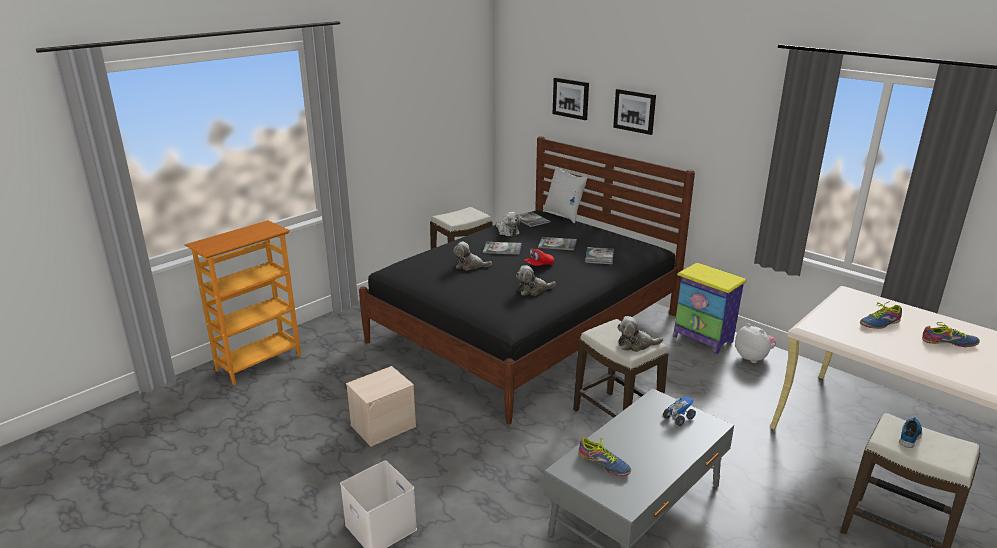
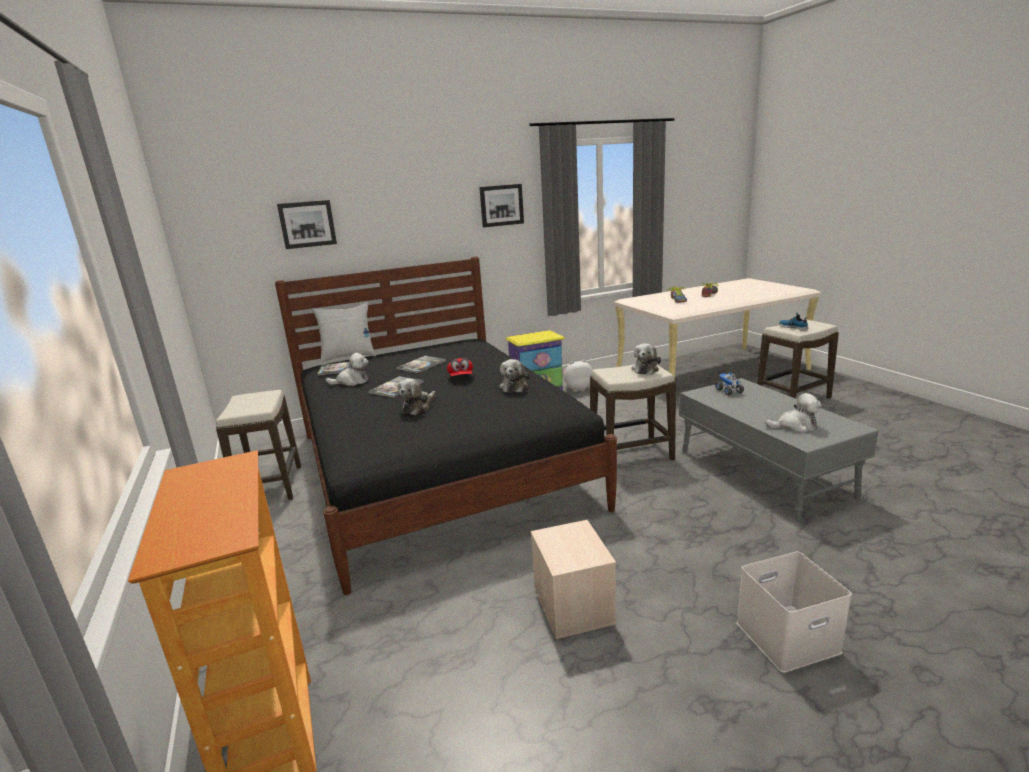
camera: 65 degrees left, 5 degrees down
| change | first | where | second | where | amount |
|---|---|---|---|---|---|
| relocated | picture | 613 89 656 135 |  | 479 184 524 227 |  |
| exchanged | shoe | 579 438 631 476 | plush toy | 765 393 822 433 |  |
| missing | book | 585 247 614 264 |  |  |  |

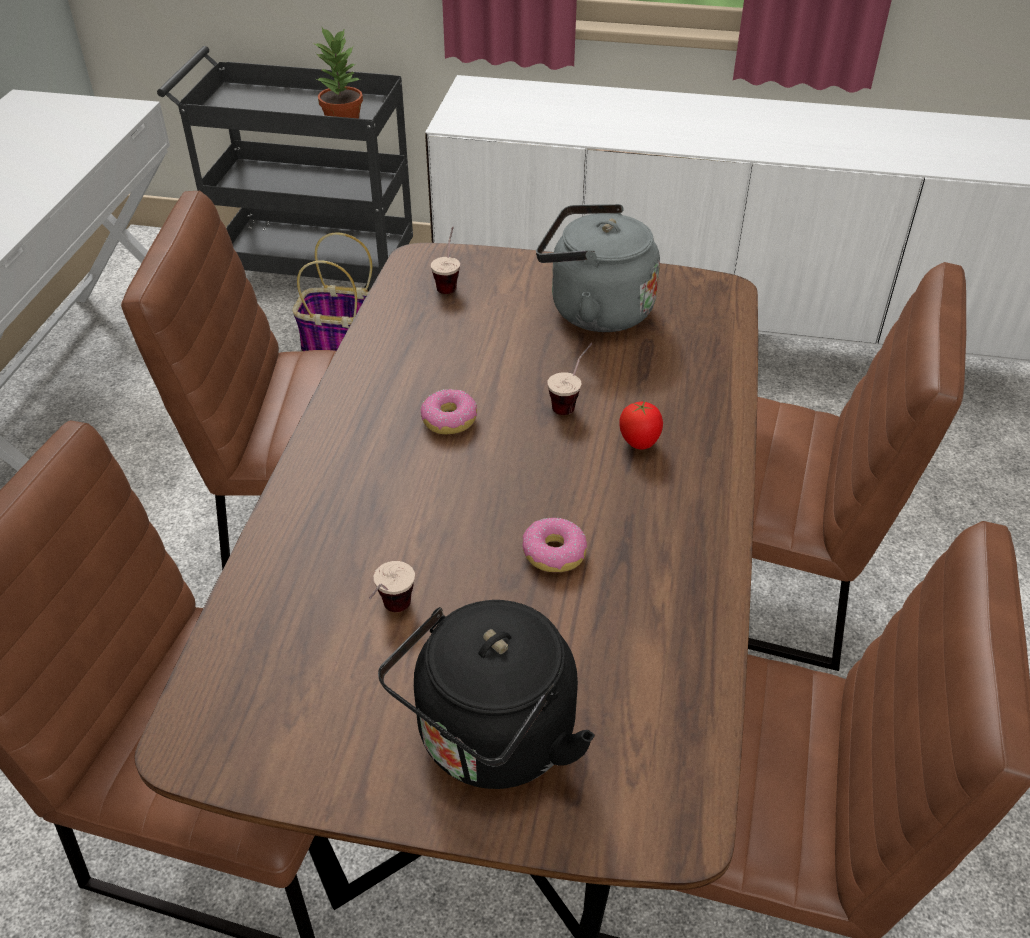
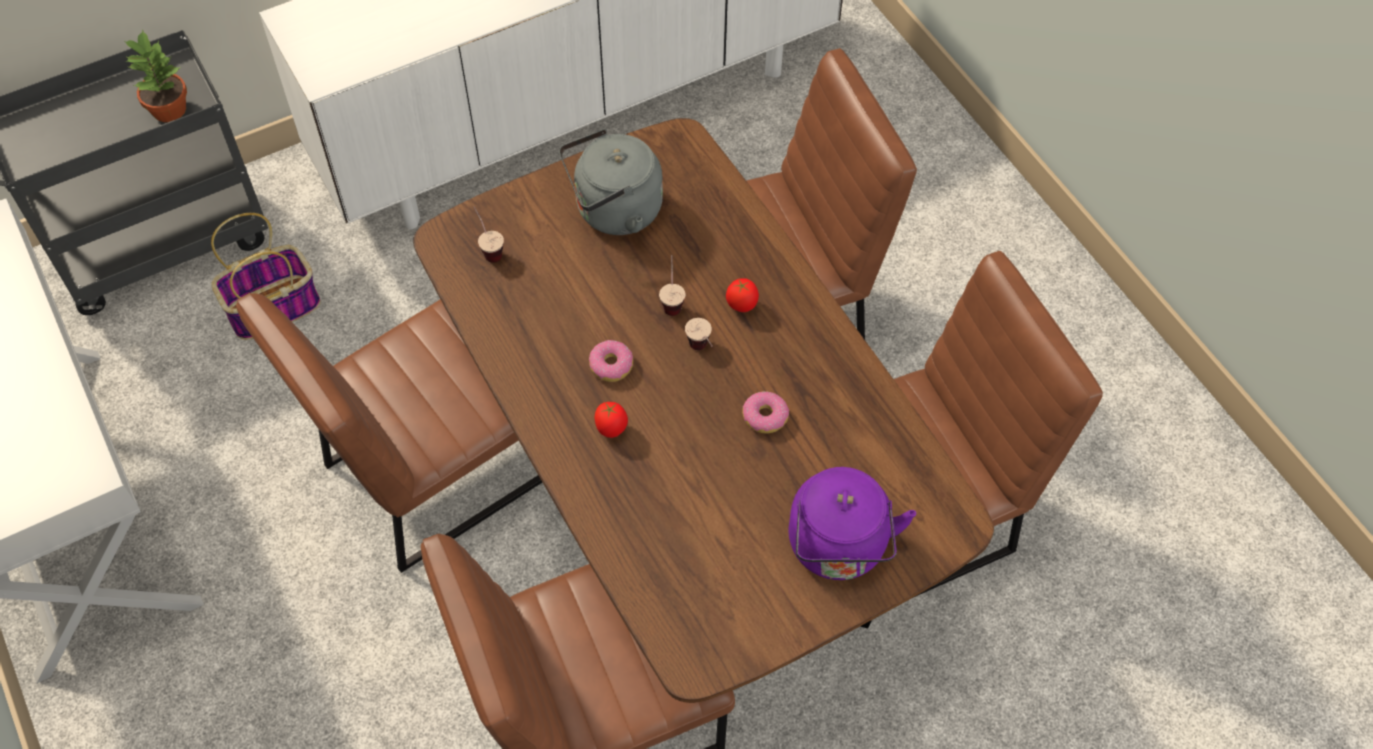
camera: 40 degrees left, 15 degrees up
| change | first | where | second | where | amount |
|---|---|---|---|---|---|
| appeared |  |  | tomato | 595 402 628 438 |  |
| relocated | cup | 369 561 415 612 |  | 685 318 713 350 |  |
| colour | black kettle | 378 600 595 789 | purple kettle | 789 467 916 580 |  |

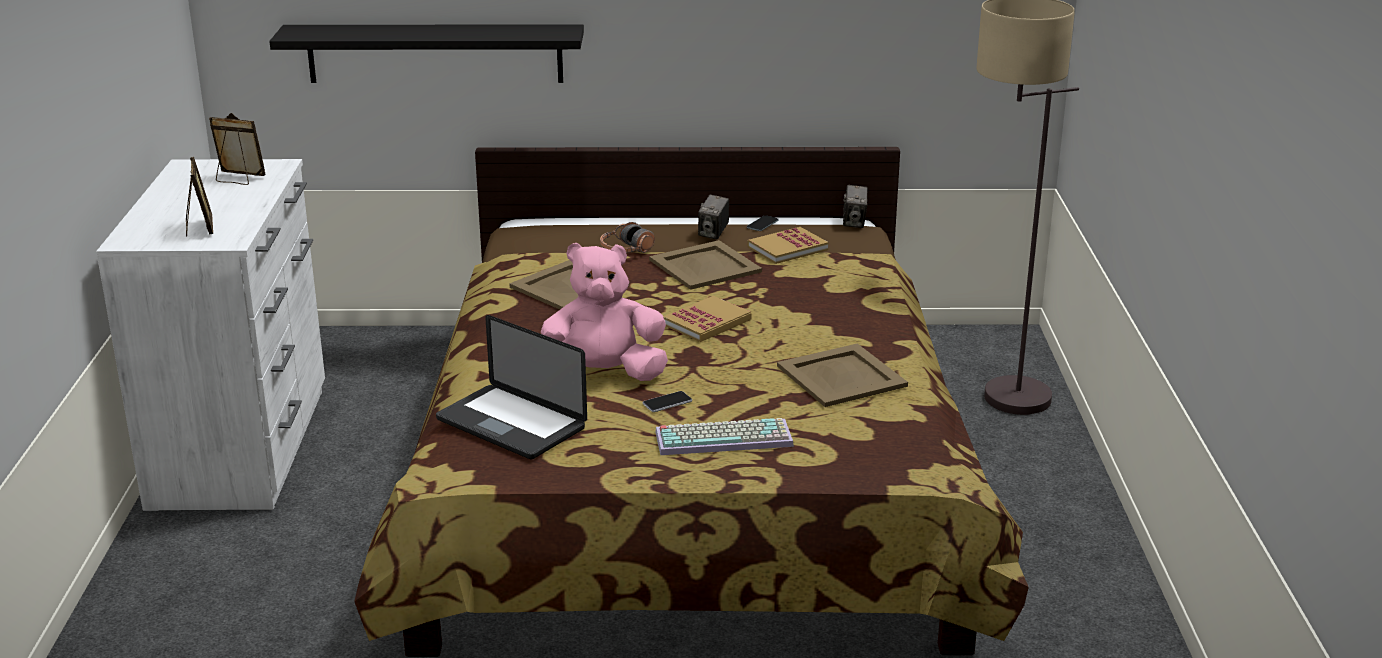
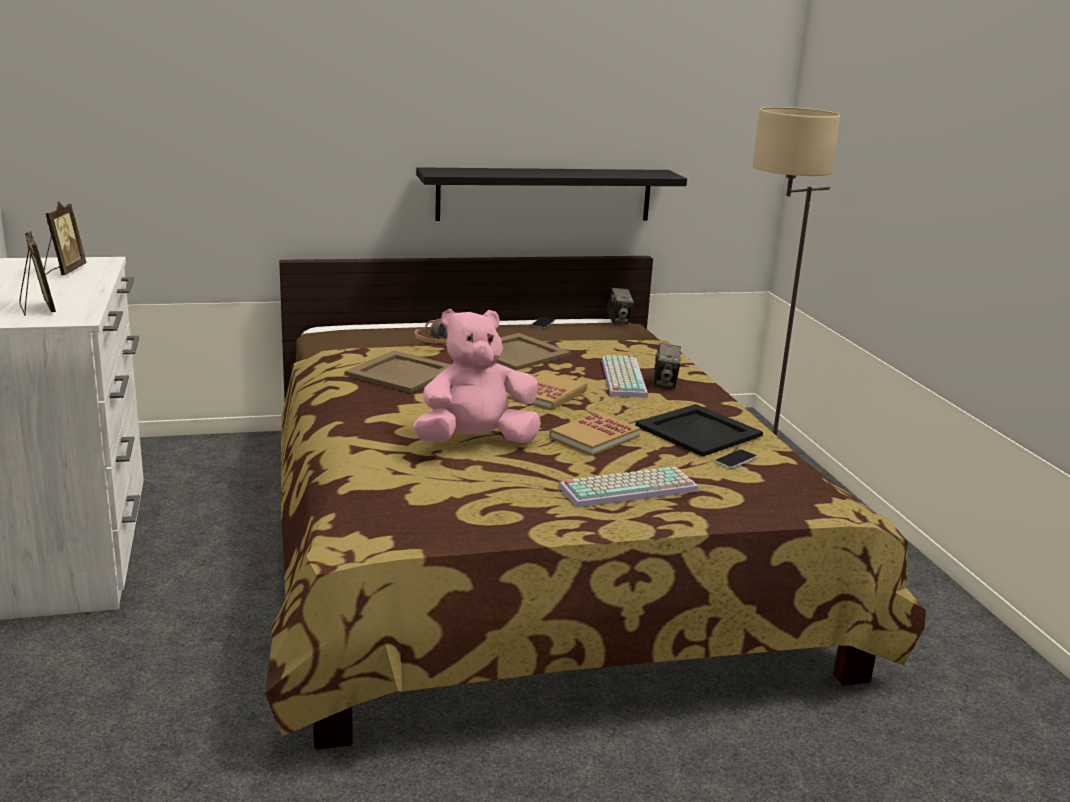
camera: 15 degrees left, 5 degrees down
| change | first | where | second | where | amount |
|---|---|---|---|---|---|
| spun | picture frame | 209 113 266 185 |  | 44 201 86 275 | 90 degrees clockwise |
| relocated | black shelf | 269 24 584 83 |  | 416 167 687 221 |  |
| relocated | book | 748 227 828 264 |  | 549 412 640 456 |  |
| appeared |  |  | keyboard | 602 355 648 398 |  |
| colour | beige tray | 777 343 908 407 | black tray | 635 404 763 457 |  |
| relocated | photo camera | 698 194 729 239 |  | 653 343 681 389 |  |
| relocated | phone | 643 391 692 412 |  | 715 449 757 469 |  |
| missing | laptop | 436 315 587 459 |  |  |  |

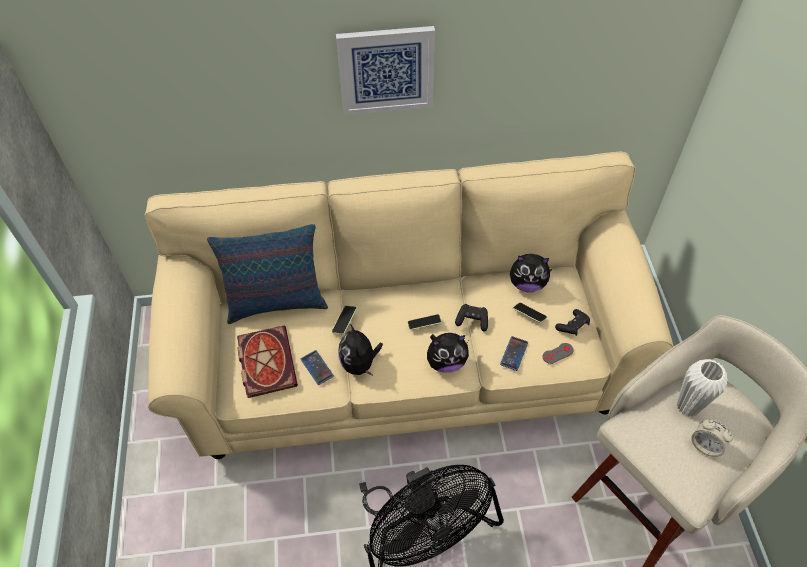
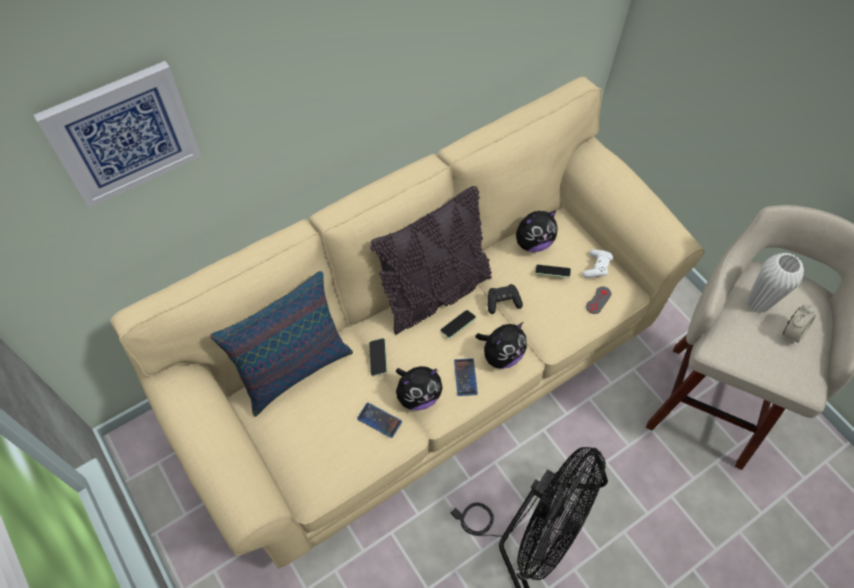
camera: 30 degrees left, 5 degrees up
| change | first | where | second | where | amount |
|---|---|---|---|---|---|
| relocated | picture | 336 26 435 115 |  | 34 61 201 208 |  |
| appeared |  |  | black pillow | 370 186 492 335 |  |
| spun | plush toy | 338 324 383 376 |  | 396 366 443 411 | 75 degrees counterclockwise |
| relocated | phone | 500 336 528 371 |  | 454 358 478 396 |  |
| colour | black game controller | 555 309 590 336 | white game controller | 582 249 613 278 |  |
| spun | alarm clock | 691 419 733 457 |  | 783 305 816 344 | 60 degrees counterclockwise |
| missing | book | 237 326 298 398 |  |  |  |

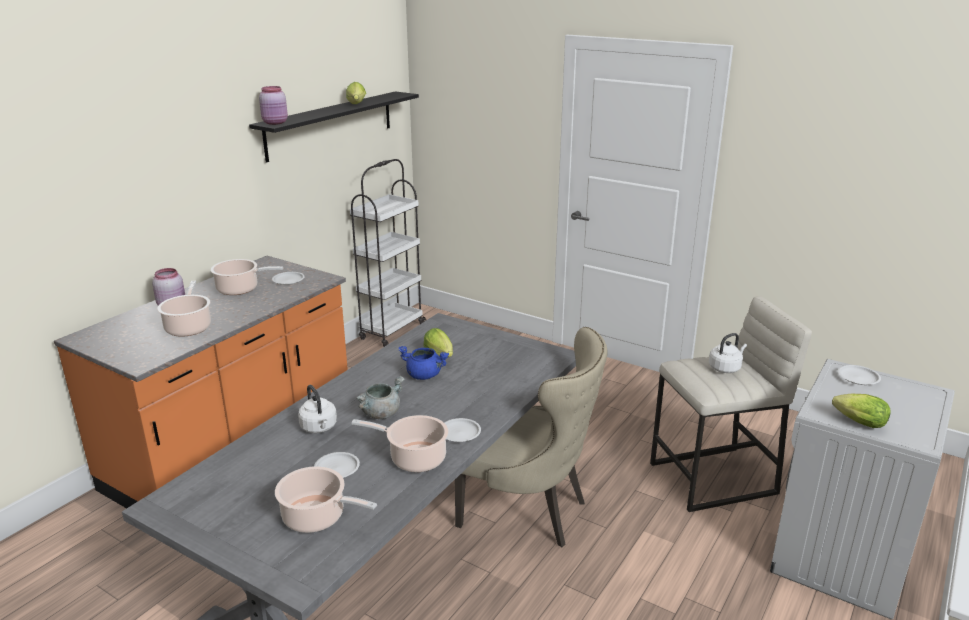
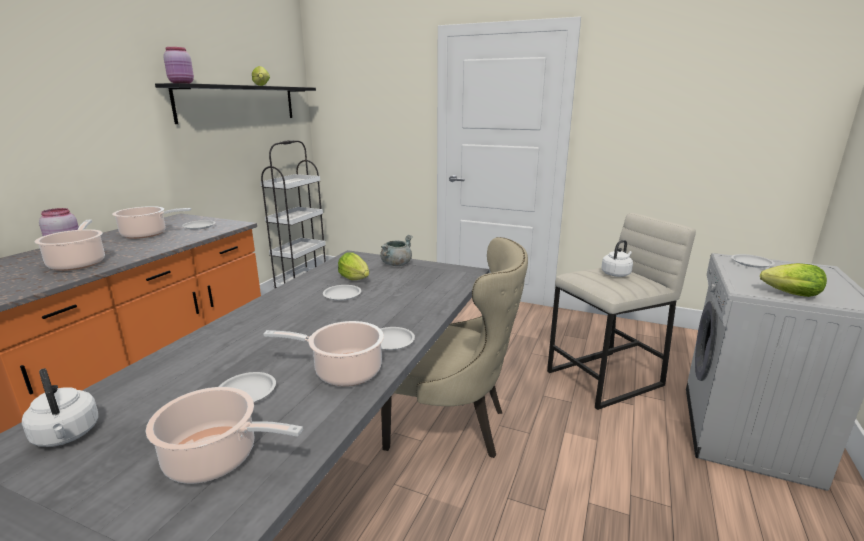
camera: 10 degrees left, 5 degrees down
| change | first | where | second | where | amount |
|---|---|---|---|---|---|
| relocated | white kettle | 298 385 337 433 |  | 22 368 99 447 |  |
| exchanged | blue cooking pot | 398 346 449 380 | white plate | 323 285 361 301 |  |
| relocated | grey cooking pot | 356 376 405 419 |  | 380 235 413 266 |  |

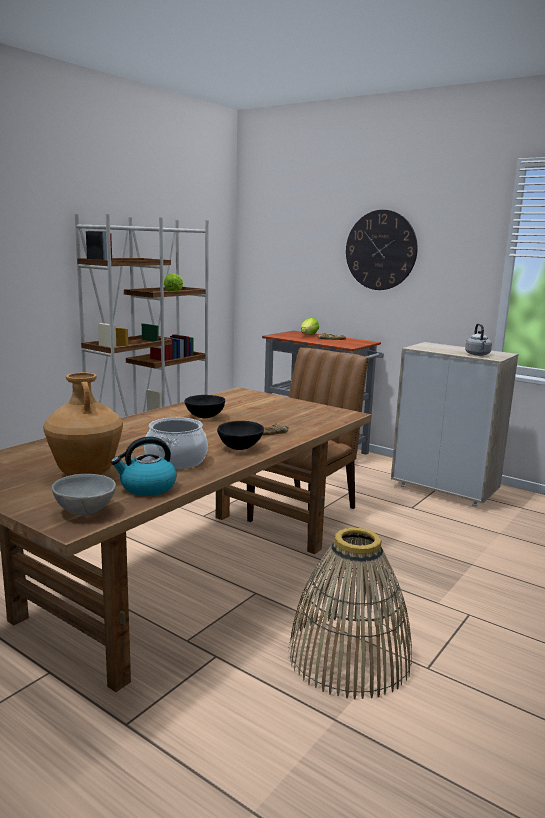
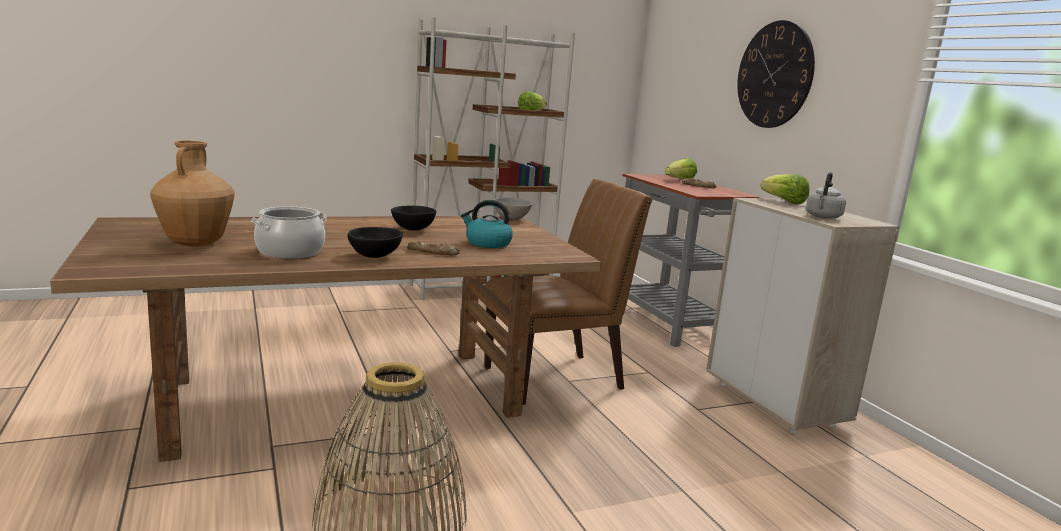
camera: 30 degrees right, 0 degrees up
| change | first | where | second | where | amount |
|---|---|---|---|---|---|
| relocated | kettle | 111 437 177 496 |  | 461 200 513 248 |  |
| relocated | grey bowl | 52 474 116 515 |  | 494 197 532 220 |  |
| appeared |  |  | lettuce | 760 174 810 204 |  |

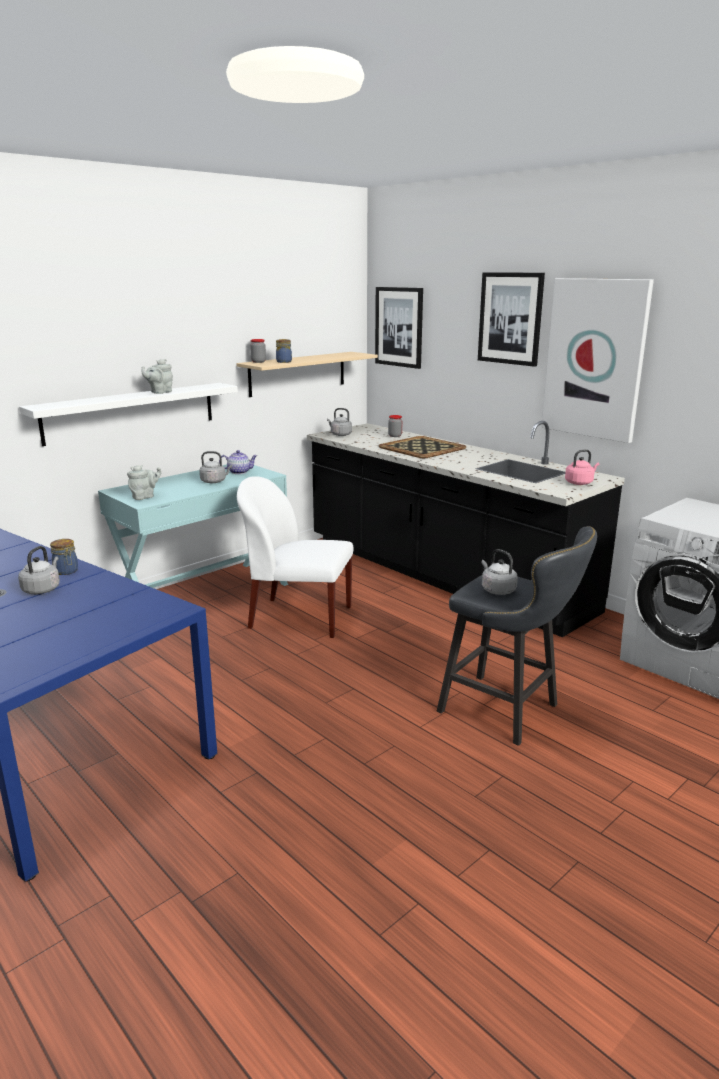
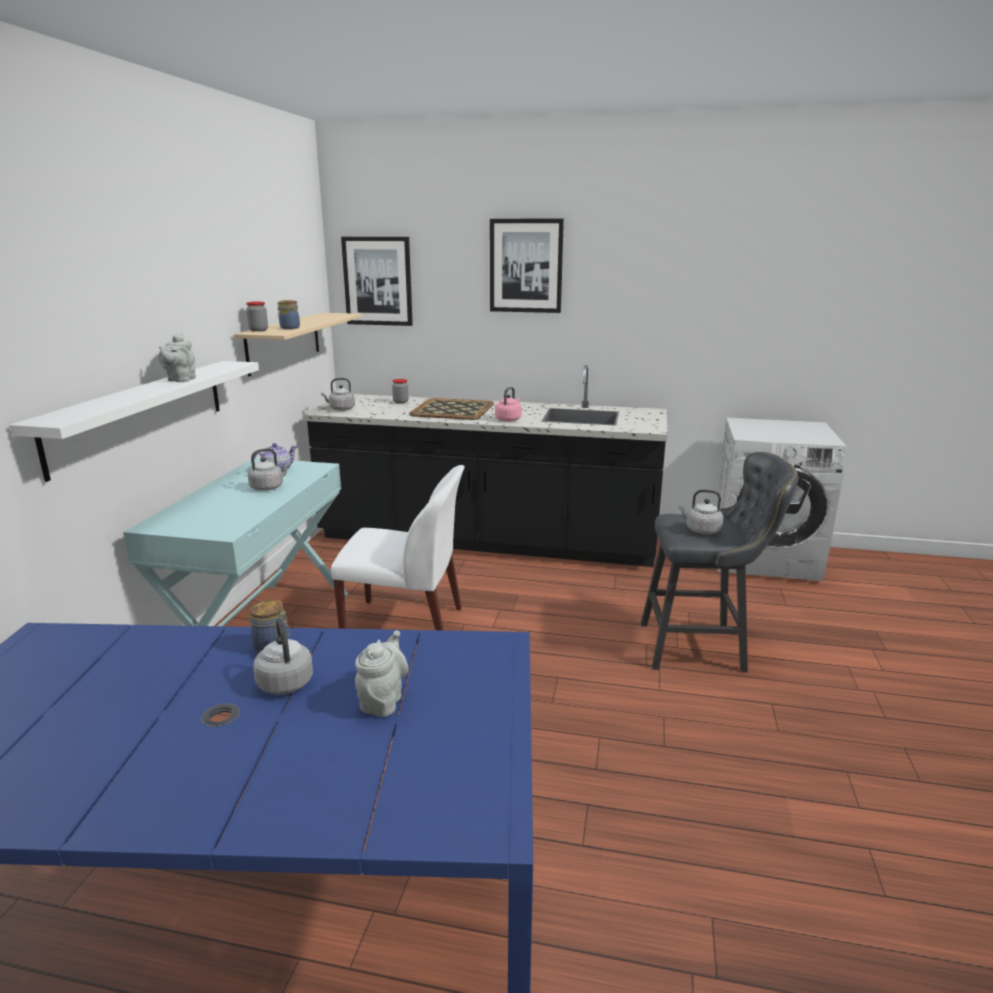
camera: 35 degrees left, 0 degrees up
| change | first | where | second | where | amount |
|---|---|---|---|---|---|
| spun | white chair | 237 476 353 638 |  | 331 465 464 630 | 150 degrees counterclockwise |
| relocated | grey teapot | 127 465 161 500 |  | 355 631 409 717 |  |
| relocated | pink kettle | 565 449 599 485 |  | 495 387 521 421 |  |
| missing | picture | 541 278 654 443 |  |  |  |

